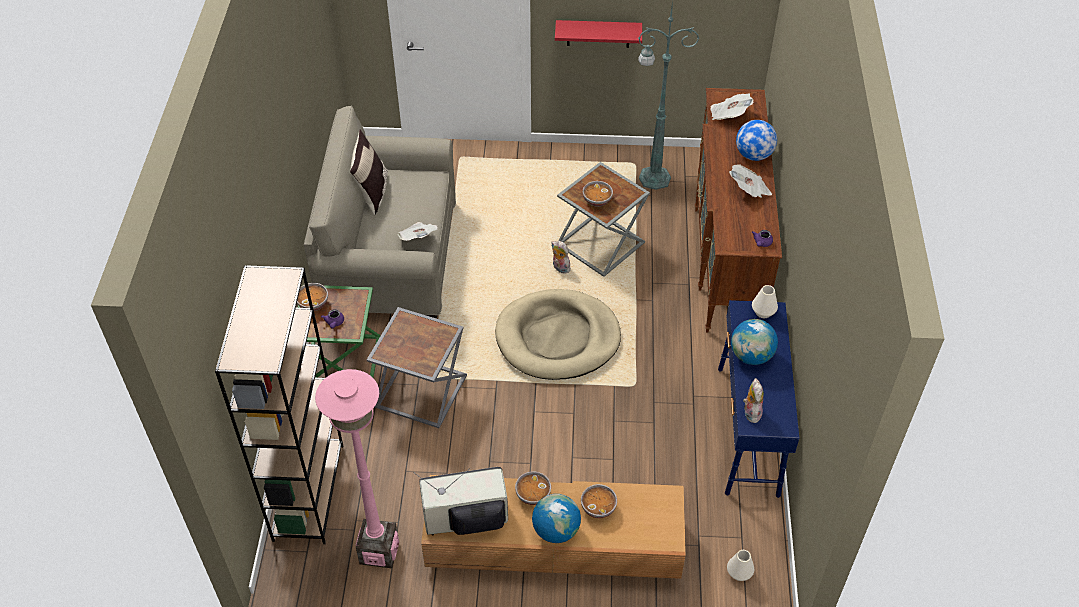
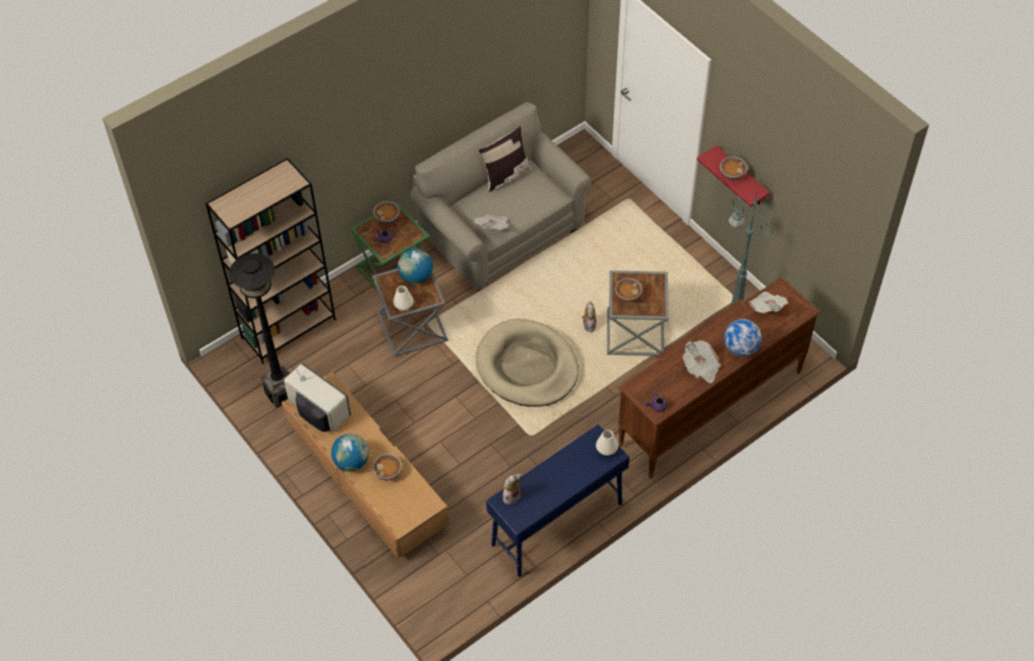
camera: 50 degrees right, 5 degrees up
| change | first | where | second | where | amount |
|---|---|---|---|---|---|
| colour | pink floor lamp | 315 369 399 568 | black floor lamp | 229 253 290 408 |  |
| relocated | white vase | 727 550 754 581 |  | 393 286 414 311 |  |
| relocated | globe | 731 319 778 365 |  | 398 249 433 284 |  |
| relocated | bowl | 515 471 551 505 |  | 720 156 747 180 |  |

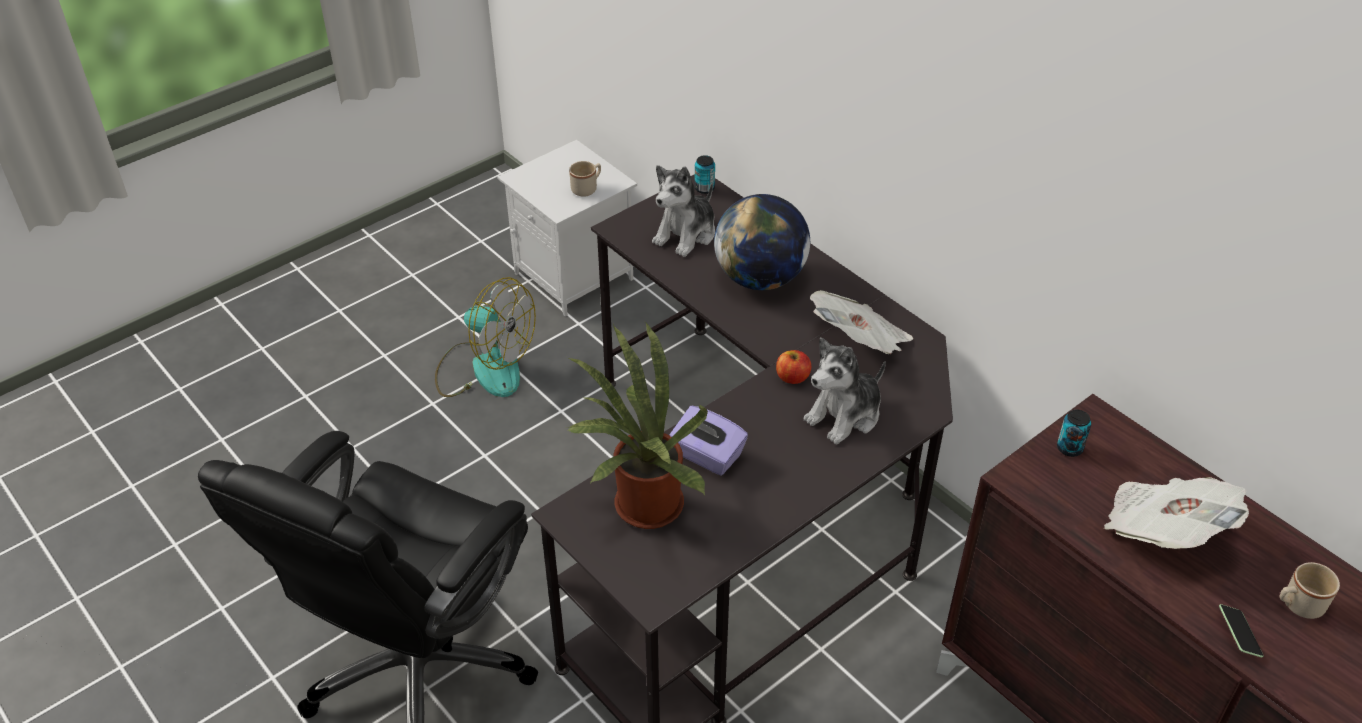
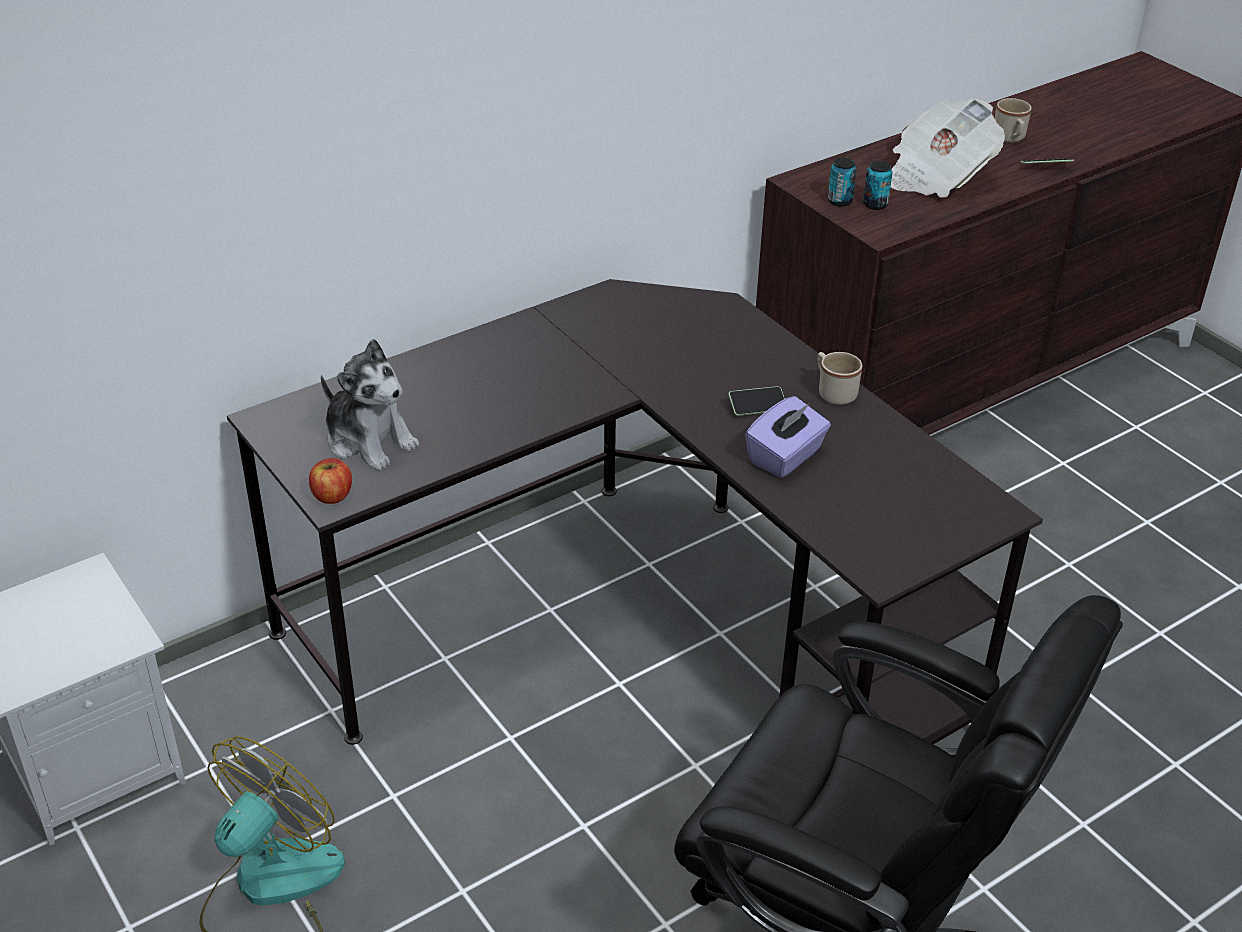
camera: 85 degrees left, 5 degrees down
| change | first | where | second | where | amount |
|---|---|---|---|---|---|
| relocated | apple | 776 350 811 384 |  | 309 458 352 504 |  |
| appeared |  |  | phone | 729 386 785 416 |  |
| relocated | beige mug | 569 161 601 197 |  | 817 352 862 405 |  |
| relocated | can | 695 155 715 194 |  | 863 161 893 210 |  |
| missing | potted plant | 567 322 708 529 |  |  |  |
| missing | globe | 714 194 810 290 |  |  |  |
| missing | plush toy | 804 338 886 445 |  |  |  |
| missing | newspaper | 810 290 914 354 |  |  |  |

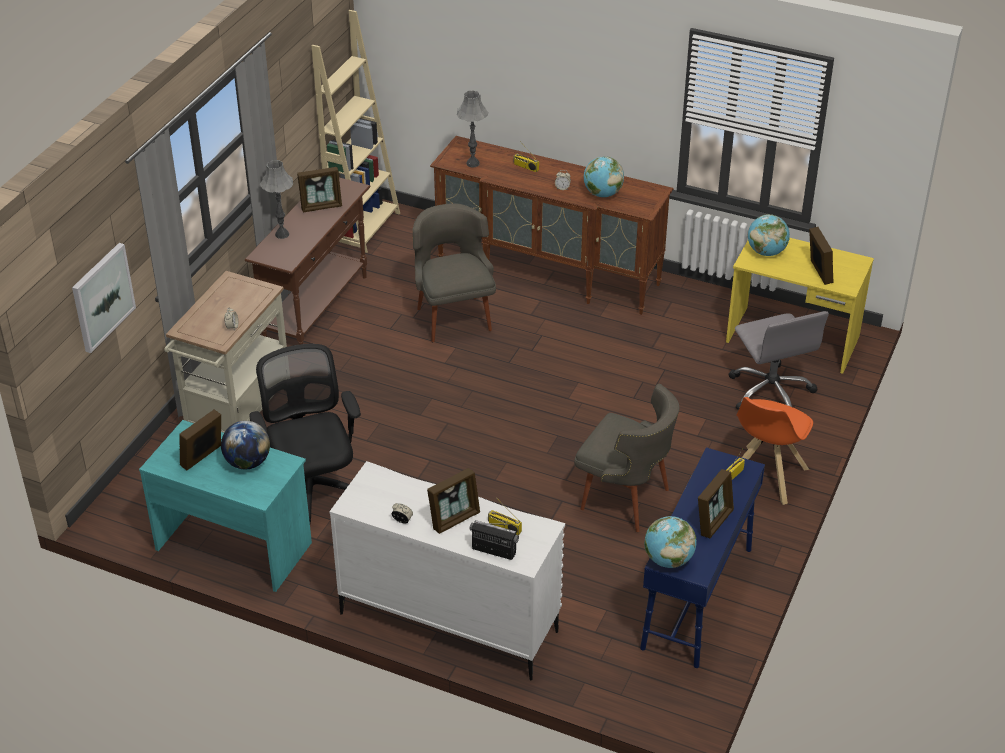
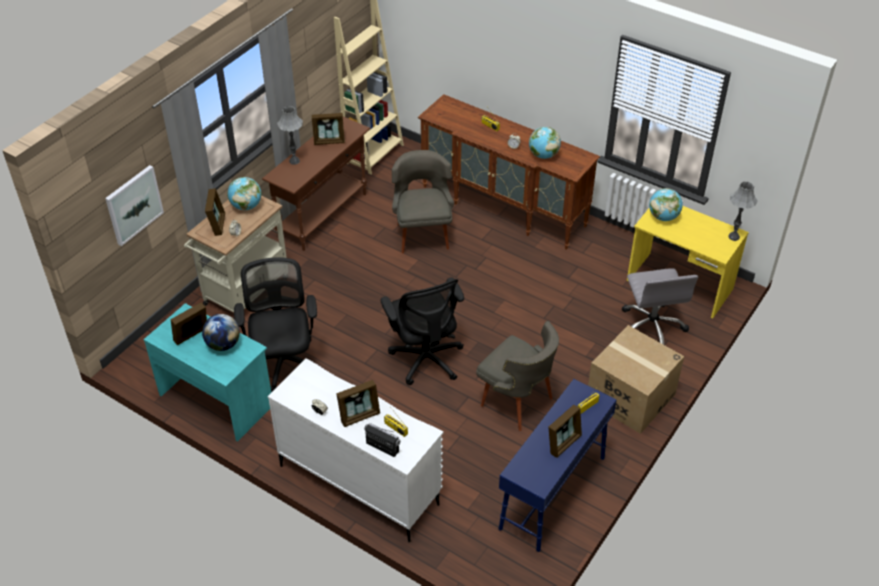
camera: 10 degrees right, 5 degrees up
| change | first | where | second | where | amount |
|---|---|---|---|---|---|
| relocated | picture frame | 809 227 834 285 |  | 205 188 225 236 |  |
| relocated | globe | 644 516 697 568 |  | 227 177 261 210 |  |
| appeared |  |  | black office chair | 380 277 464 385 |  |
| exchanged | orange chair | 736 397 813 505 | cardboard box | 588 325 684 434 |  |
| relocated | grey table lamp | 457 90 488 167 |  | 728 181 758 241 |  |

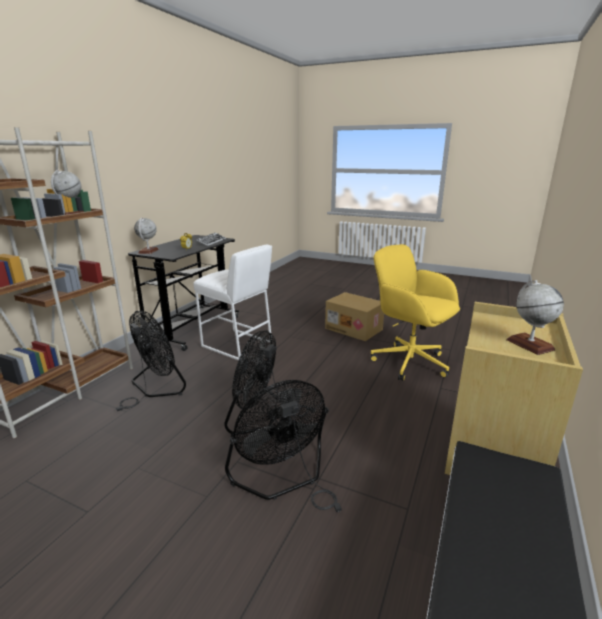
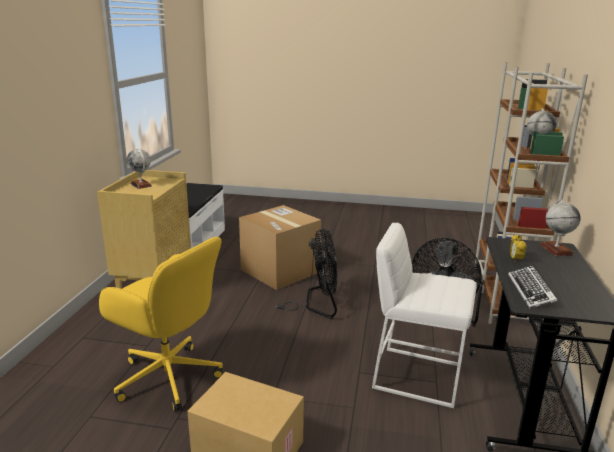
camera: 165 degrees right, 0 degrees up
| change | first | where | second | where | amount |
|---|---|---|---|---|---|
| exchanged | black fan | 225 380 342 512 | cardboard box | 239 205 321 290 |  |

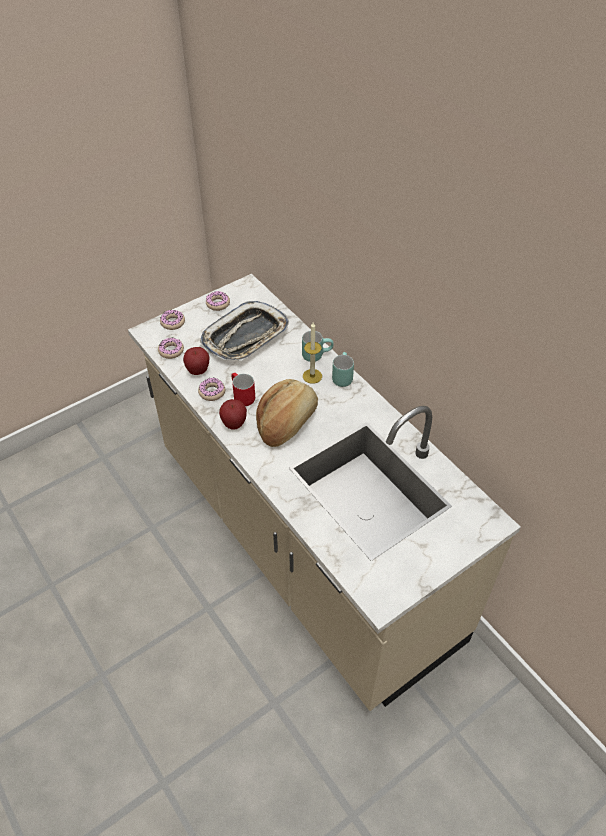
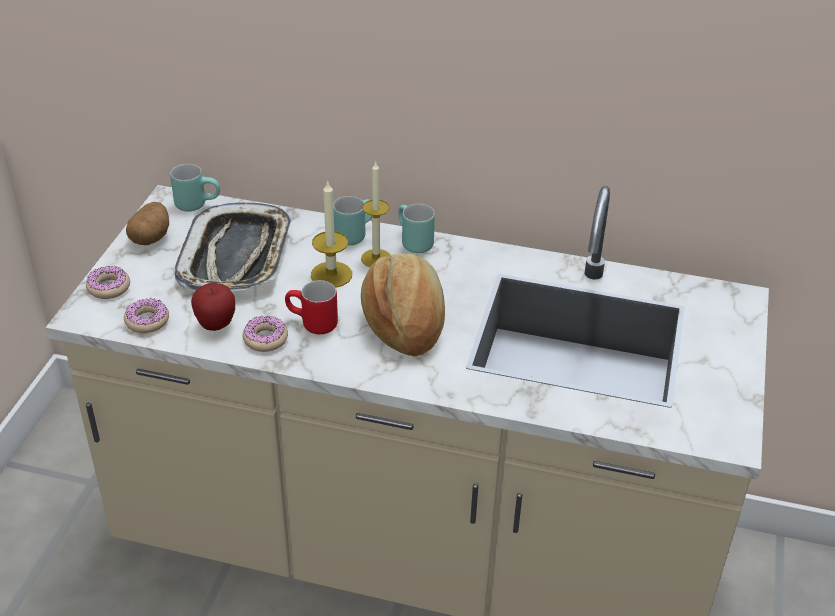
camera: 40 degrees left, 10 degrees down
| change | first | where | second | where | amount |
|---|---|---|---|---|---|
| exchanged | donut | 206 291 230 311 | potato | 126 202 169 245 |  |
| appeared |  |  | turquoise mug | 170 164 220 211 |  |
| appeared |  |  | candle | 311 180 352 288 |  |
| missing | apple | 219 399 247 429 |  |  |  |

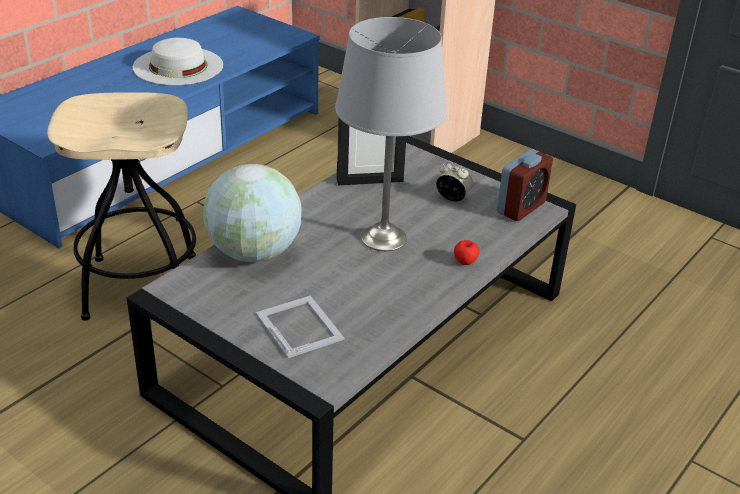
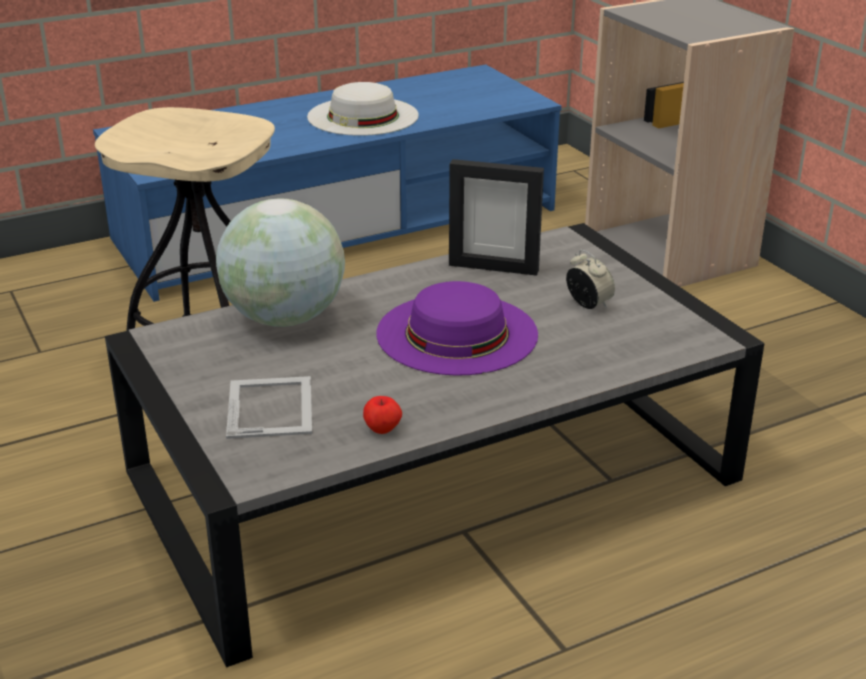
camera: 25 degrees right, 5 degrees down
| change | first | where | second | where | amount |
|---|---|---|---|---|---|
| relocated | apple | 454 240 479 265 |  | 363 396 402 434 |  |
| exchanged | grey table lamp | 335 17 447 251 | purple hat | 377 281 538 376 |  |
| missing | alarm clock | 497 149 553 221 |  |  |  |

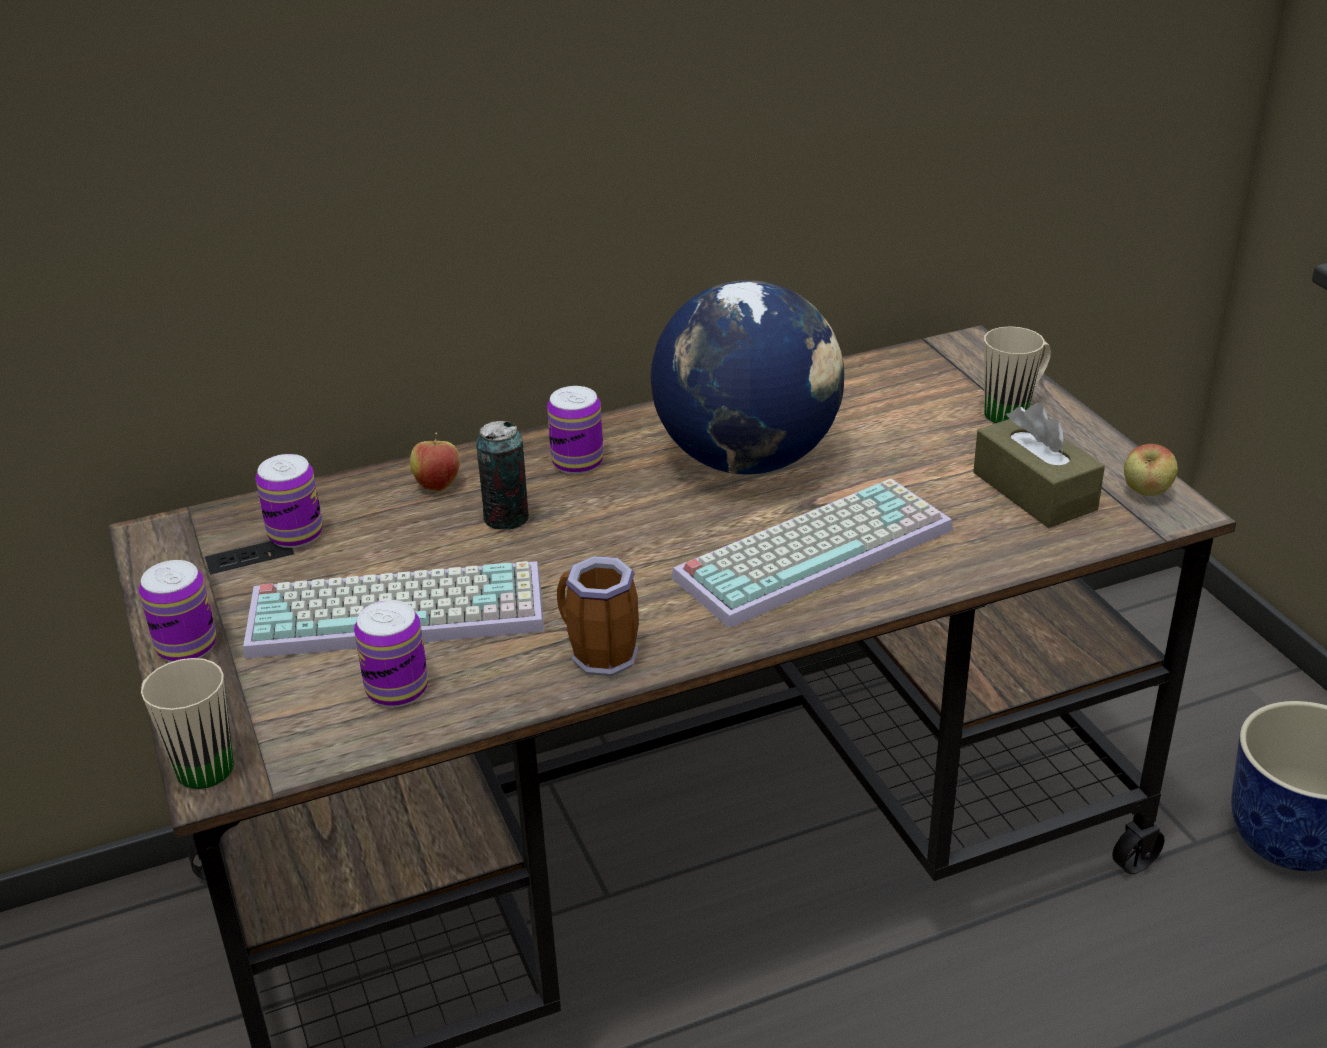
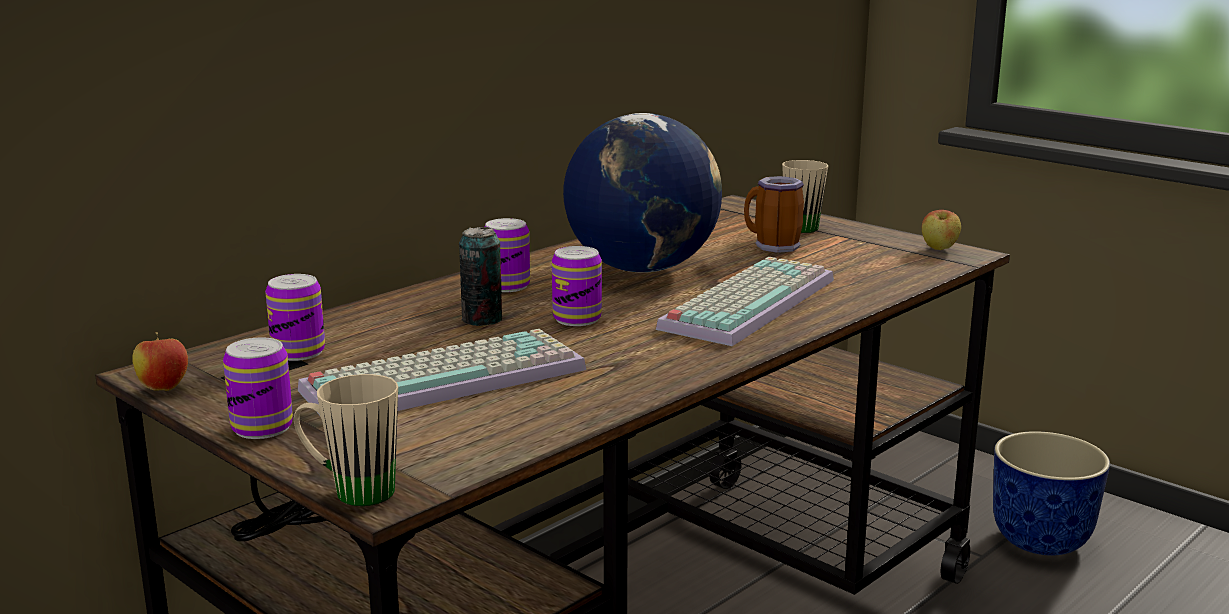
camera: 25 degrees left, 15 degrees down
| change | first | where | second | where | amount |
|---|---|---|---|---|---|
| relocated | apple | 410 432 460 491 |  | 132 332 188 391 |  |
| relocated | can | 354 600 428 707 |  | 552 246 602 326 |  |
| relocated | mug | 557 556 639 676 |  | 744 176 804 253 |  |
| missing | brown tissue box | 973 403 1105 528 |  |  |  |

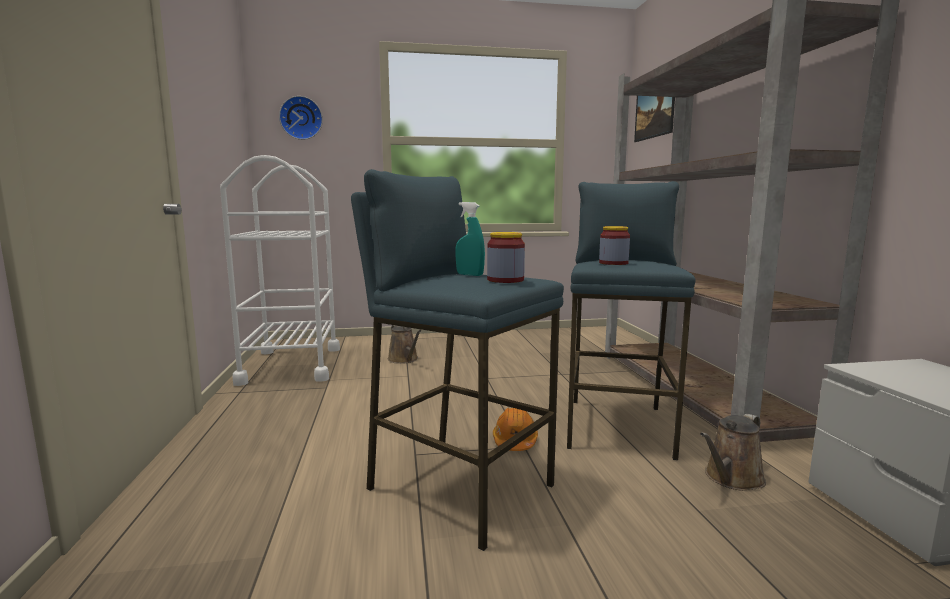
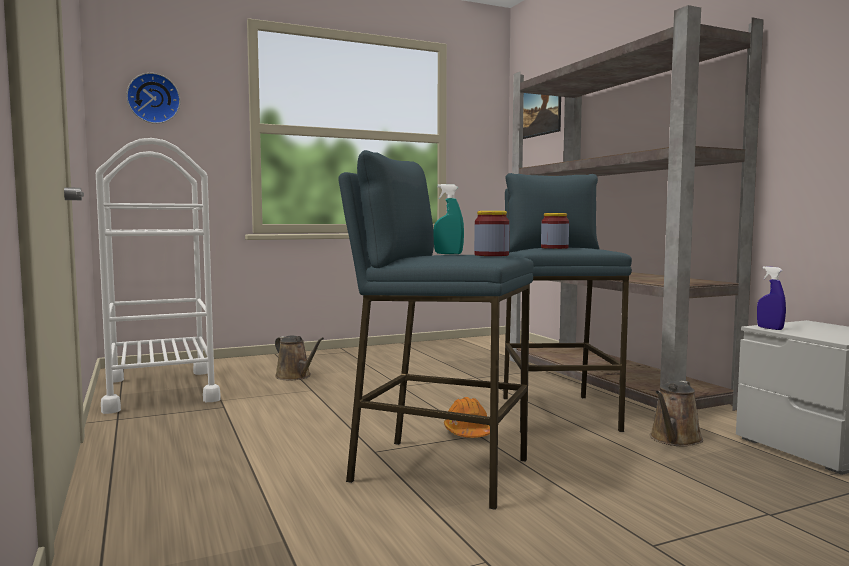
camera: 15 degrees left, 5 degrees down
| change | first | where | second | where | amount |
|---|---|---|---|---|---|
| appeared |  |  | blue spray bottle | 757 266 786 330 |  |

